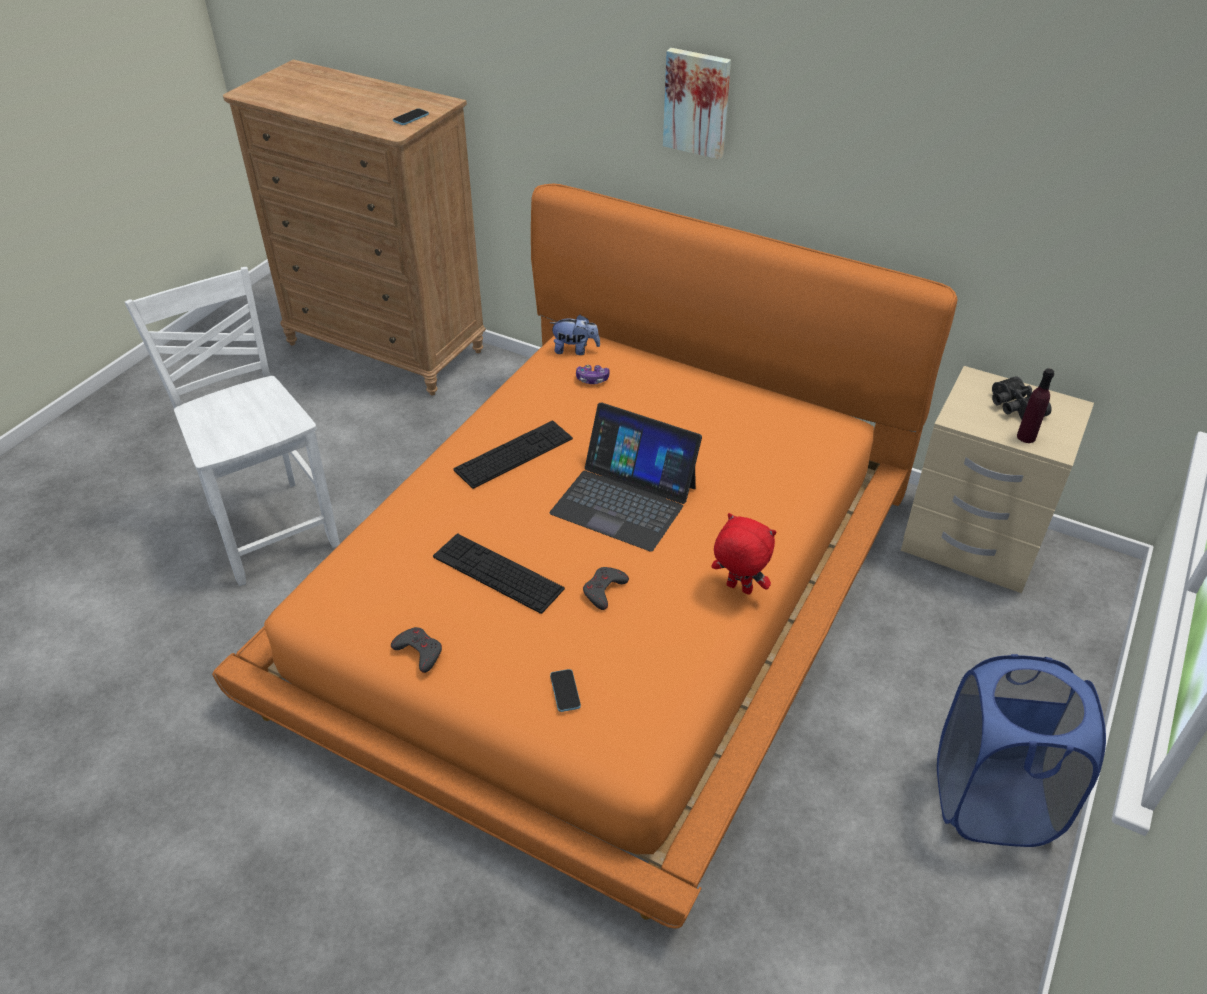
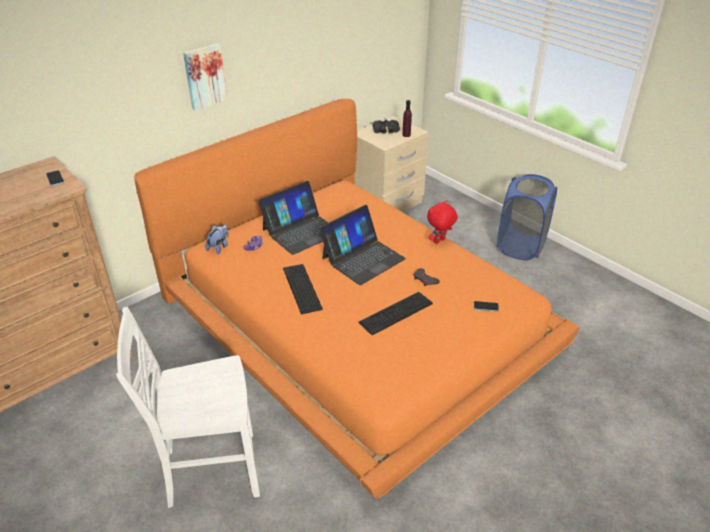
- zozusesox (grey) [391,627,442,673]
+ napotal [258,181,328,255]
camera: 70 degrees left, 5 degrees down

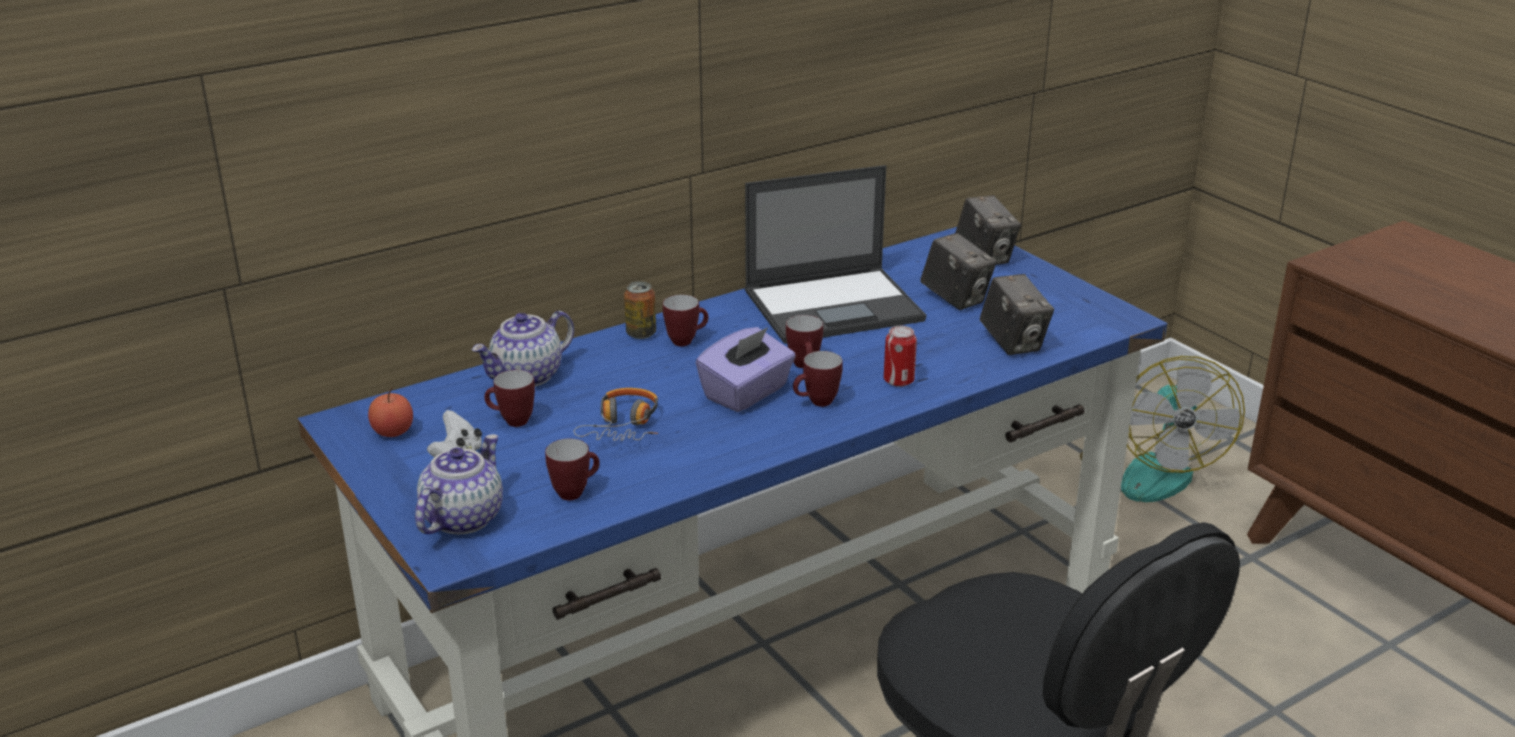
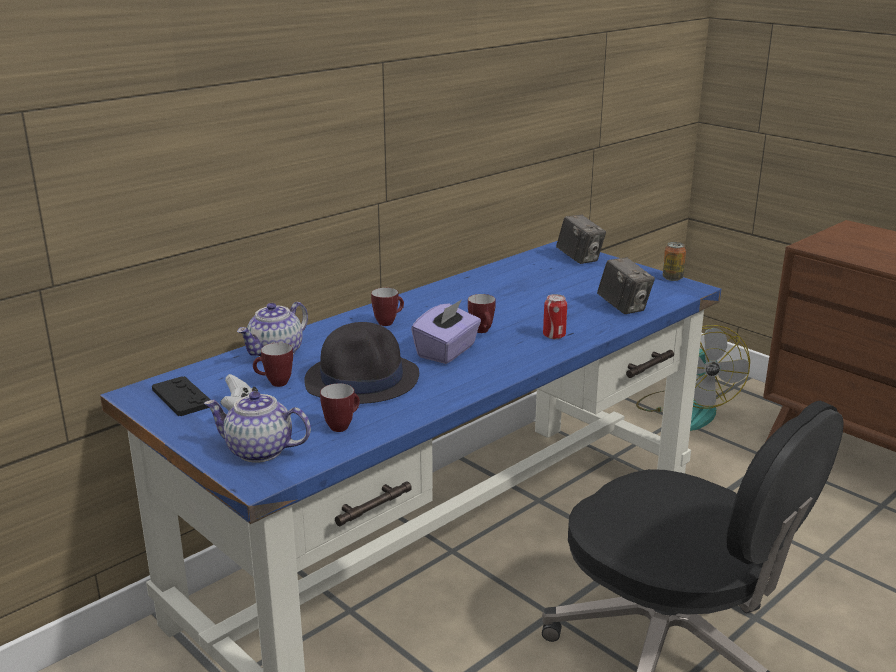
- napotal [745,165,926,344]
- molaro [793,351,843,407]
- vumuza [920,233,997,310]
~ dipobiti [624,281,656,339] to [662,242,686,281]
~ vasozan [368,388,413,437] to zozusesox (black) [152,376,211,416]
~ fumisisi [574,388,658,441] to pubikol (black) [304,322,419,404]
~ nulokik [415,434,503,534] = [204,391,311,463] 90 degrees counterclockwise
camera: 10 degrees left, 5 degrees down

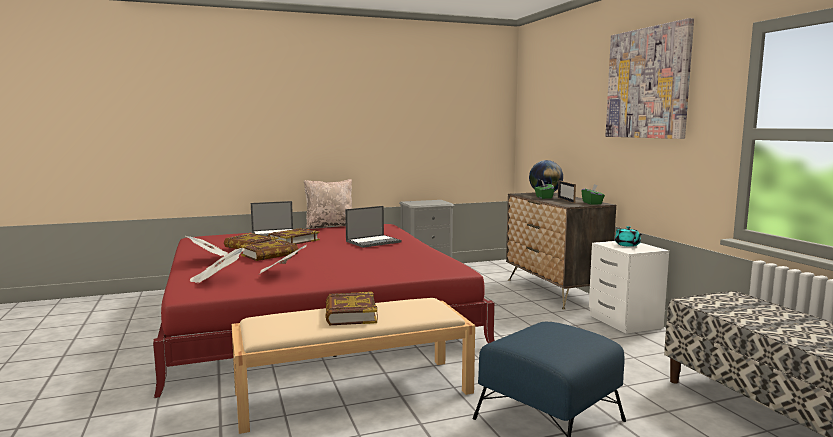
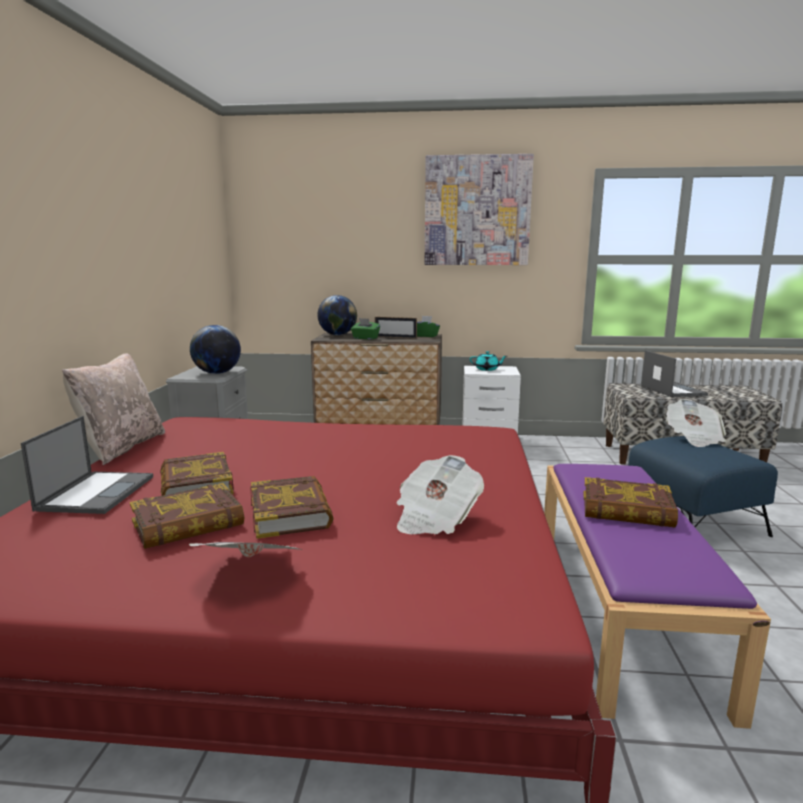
+ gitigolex [190,325,241,374]
~ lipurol [190,248,245,283] to [666,399,726,447]
~ napotal [345,206,401,248] to [641,350,708,397]
~ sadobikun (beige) [231,298,475,434] to sadobikun (purple) [544,464,771,729]
camera: 65 degrees left, 5 degrees up

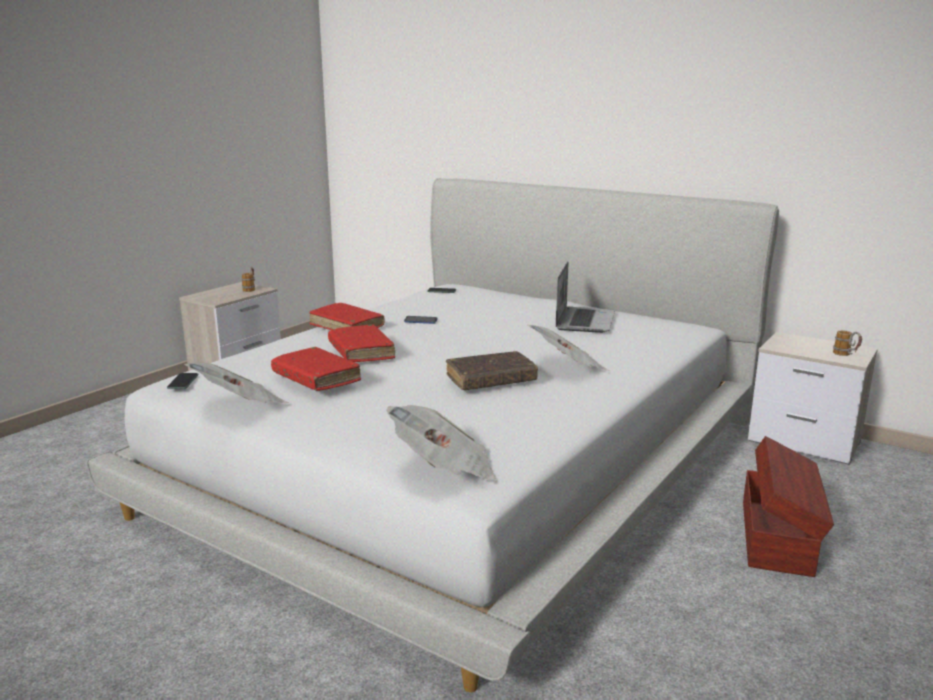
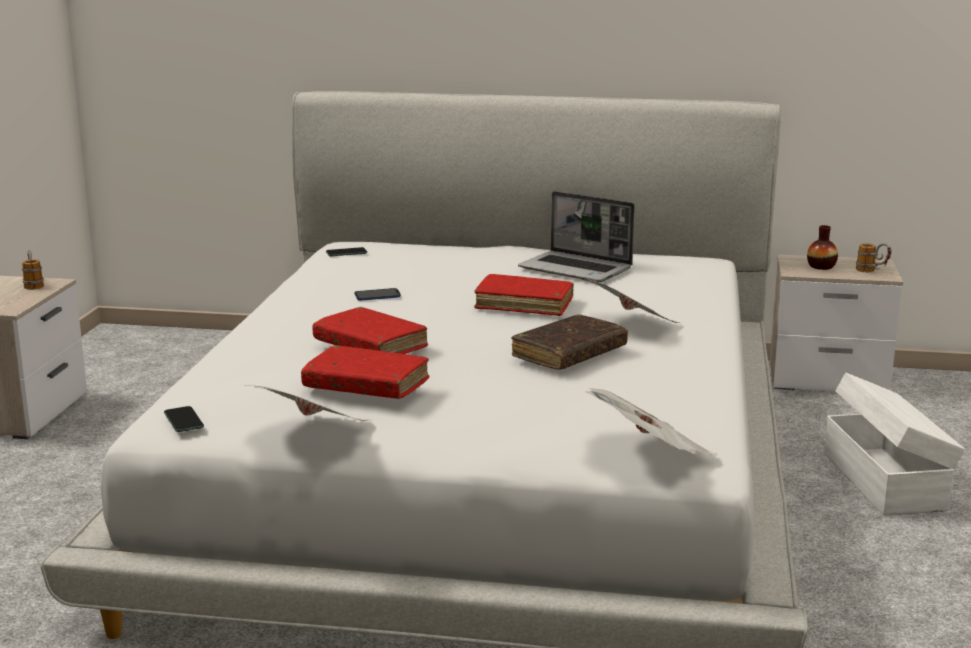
+ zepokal [807,225,838,270]
~ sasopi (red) [309,303,384,330] to [474,274,574,316]
~ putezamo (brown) [743,436,834,577] to putezamo (white) [824,373,965,516]
~ napotal [556,262,615,333] = [518,191,635,282] 135 degrees clockwise
camera: 25 degrees left, 0 degrees up

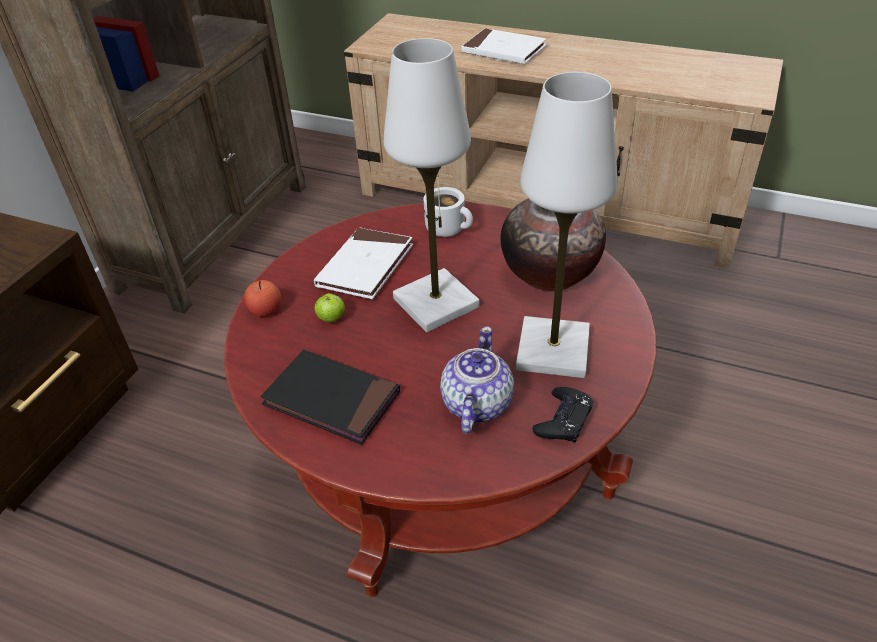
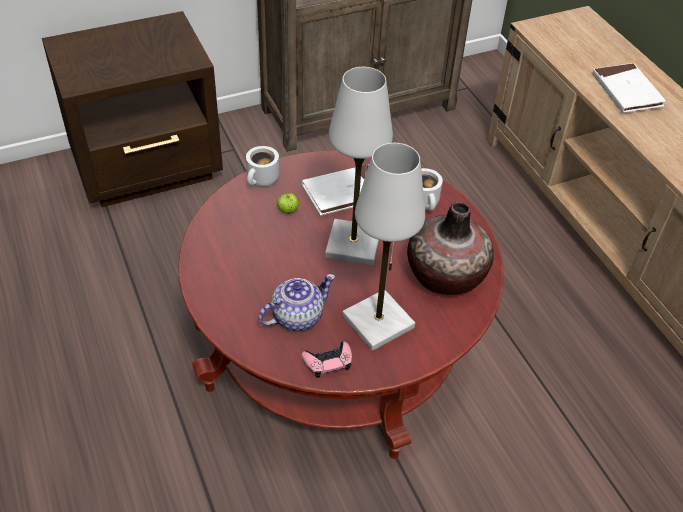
- sasopi (black) [261,350,400,445]
~ vasozan [244,280,282,317] to molaro (white) [246,146,279,187]
~ zozusesox (black) [532,387,593,443] to zozusesox (pink) [302,341,352,378]
camera: 40 degrees right, 5 degrees up

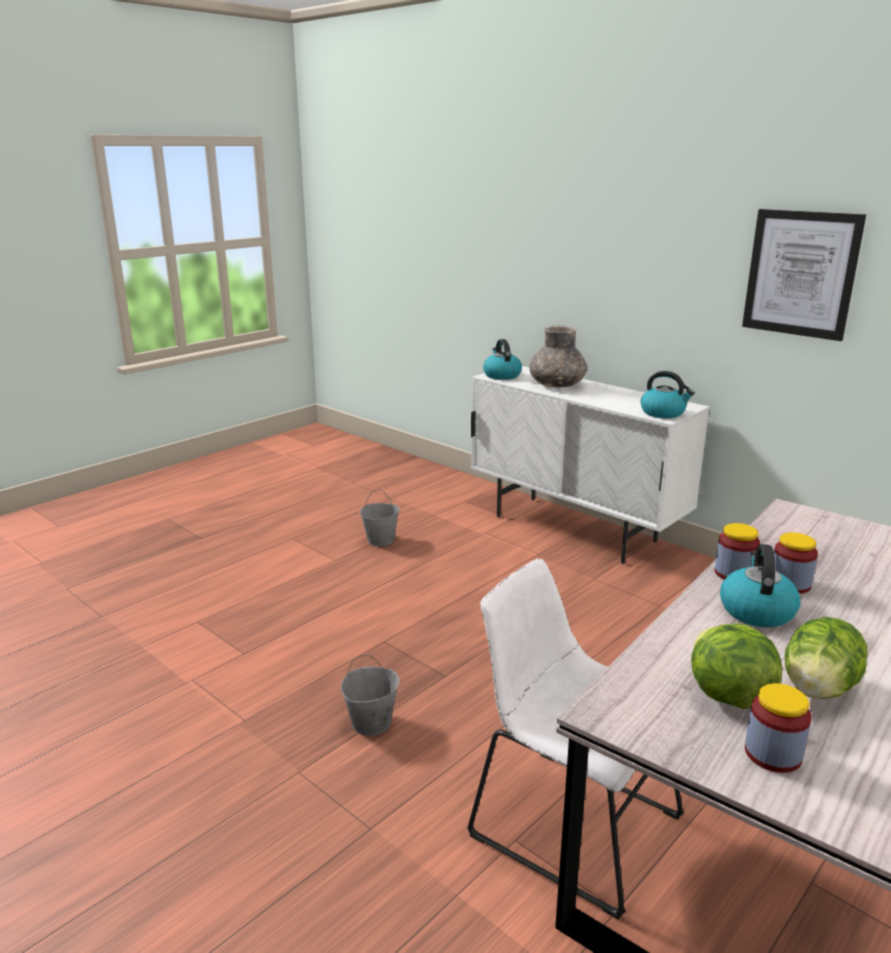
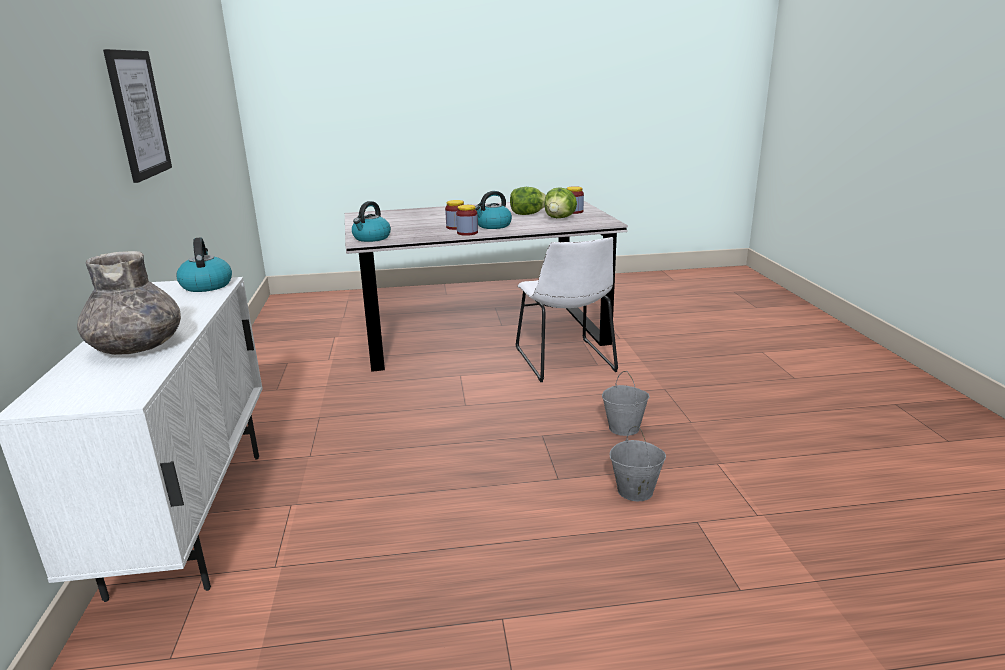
~ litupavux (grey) [360,489,400,546] to [610,426,666,501]
~ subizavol [483,339,522,380] to [352,201,391,242]
camera: 140 degrees left, 0 degrees up

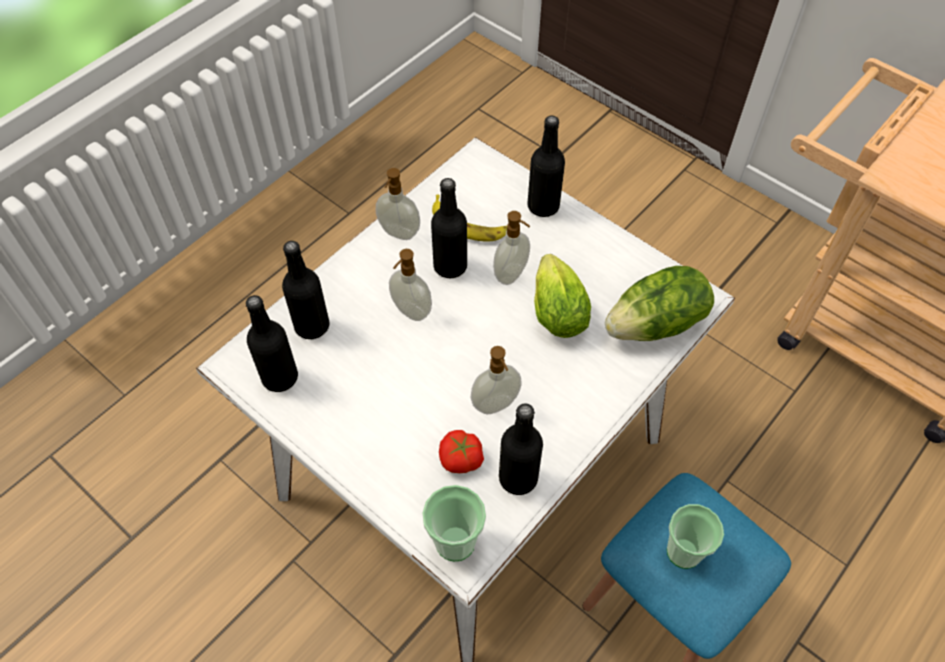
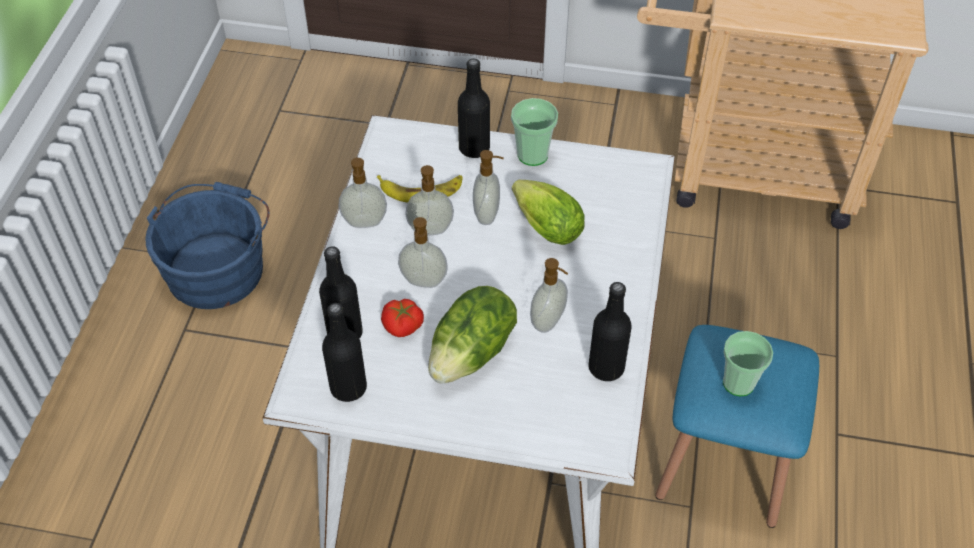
+ litupavux (blue) [145,182,270,309]
~ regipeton [422,485,486,561] to [511,98,558,166]
~ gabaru [439,430,484,473] to [381,299,424,337]
~ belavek [605,266,714,341] to [428,286,517,383]
~ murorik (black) [431,178,467,278] to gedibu [405,165,454,235]
camera: 30 degrees left, 5 degrees down

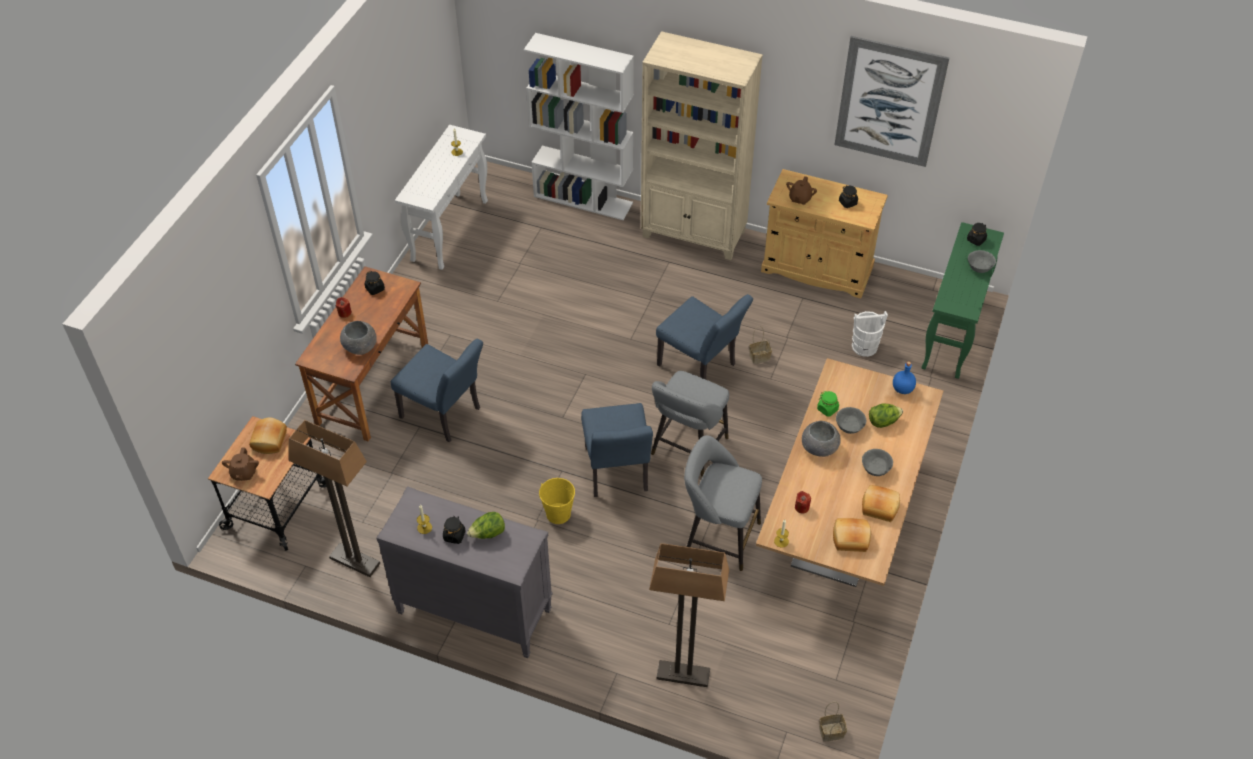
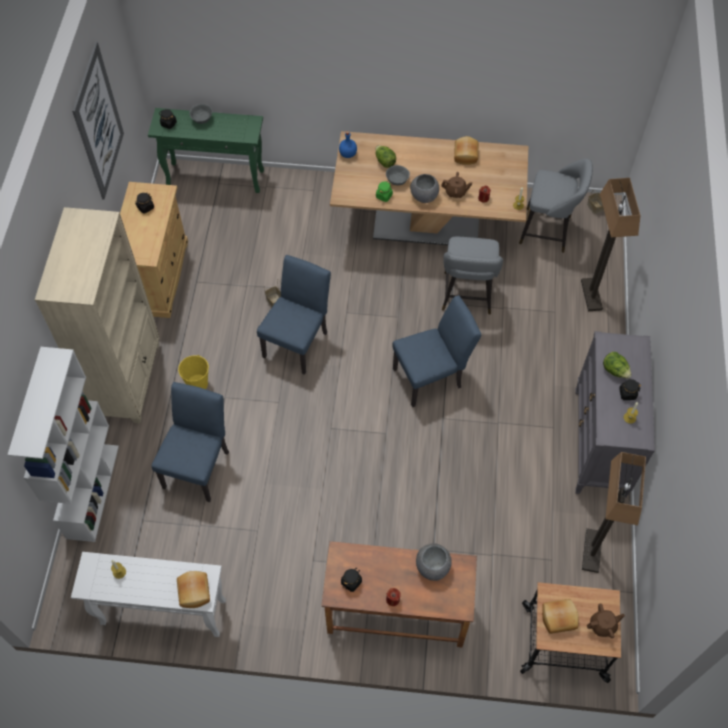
- litupavux (white) [852,311,888,357]
- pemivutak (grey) [862,449,893,476]
~ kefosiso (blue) [391,339,483,442] to [152,382,229,502]
~ litupavux (yellow) [539,478,575,524] to [178,355,209,389]
~ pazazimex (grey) [651,371,729,477] to [519,158,593,253]
~ nulokik (brown) [786,176,817,205] to [441,172,472,198]
~ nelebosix [833,518,871,552] to [177,571,210,608]
camera: 105 degrees left, 10 degrees up

